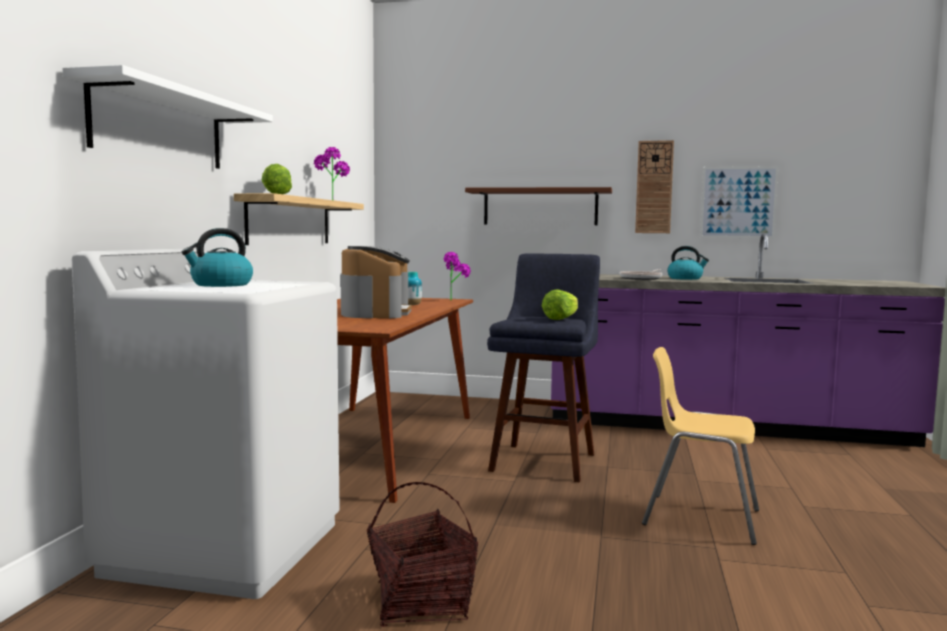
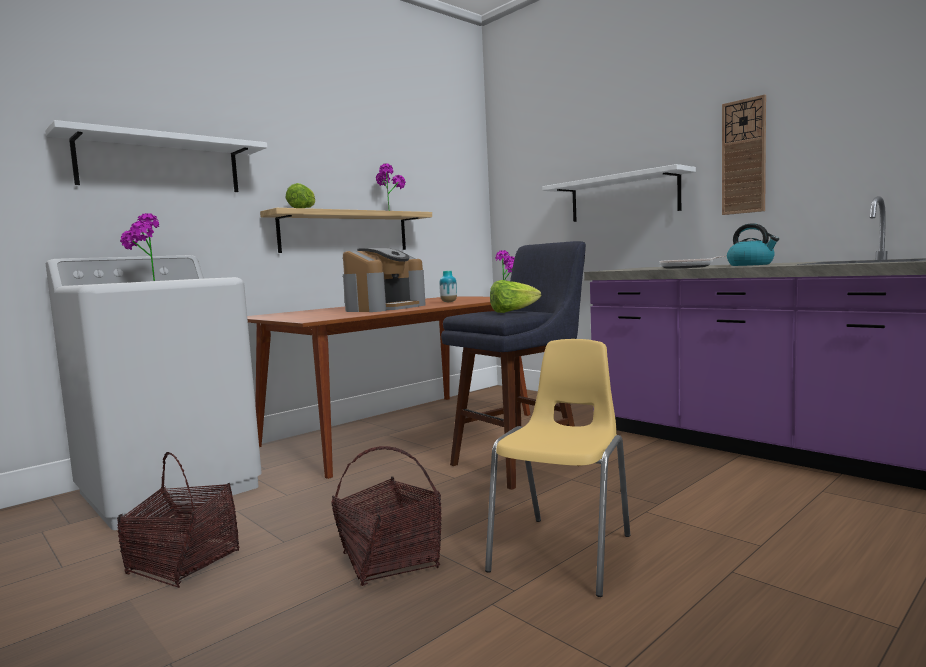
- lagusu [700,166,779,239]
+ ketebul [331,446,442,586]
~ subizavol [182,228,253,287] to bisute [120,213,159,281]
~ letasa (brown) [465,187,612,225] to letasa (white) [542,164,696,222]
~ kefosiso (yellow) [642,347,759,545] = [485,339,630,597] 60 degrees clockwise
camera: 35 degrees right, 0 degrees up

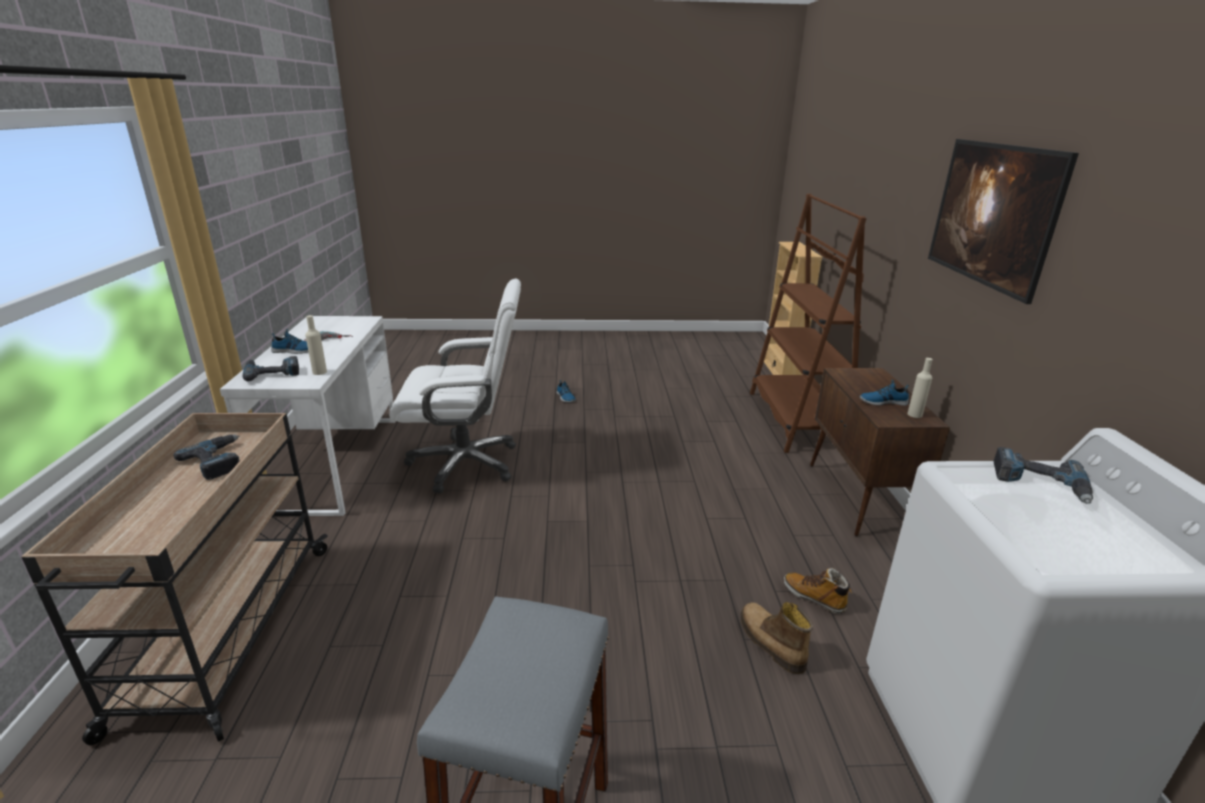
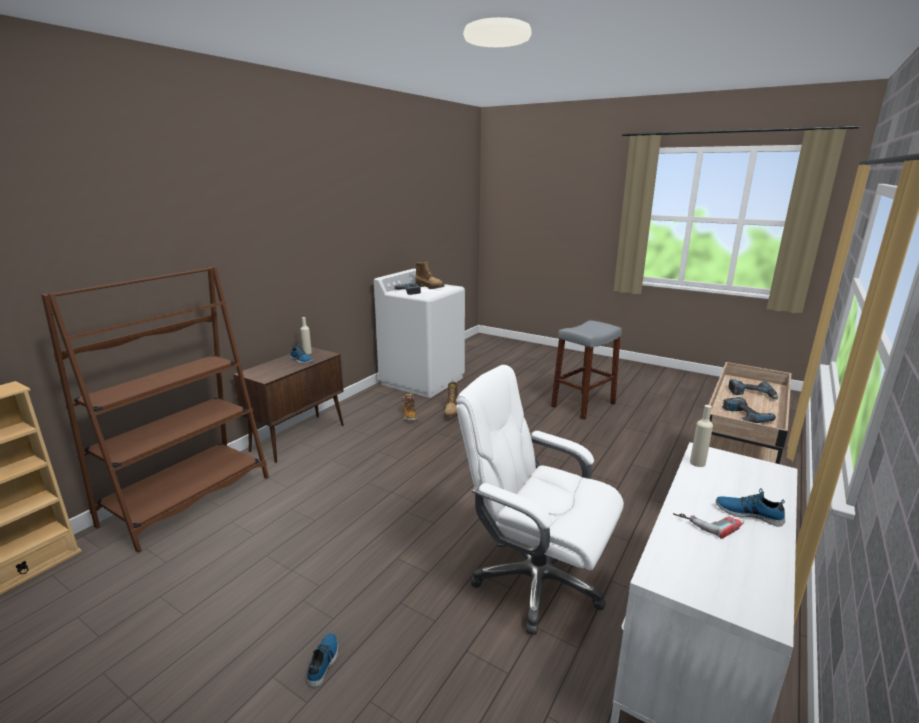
- lagusu [928,139,1079,338]
+ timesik [415,262,445,289]
~ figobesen [242,356,299,381] to [728,379,778,399]
camera: 145 degrees left, 5 degrees down

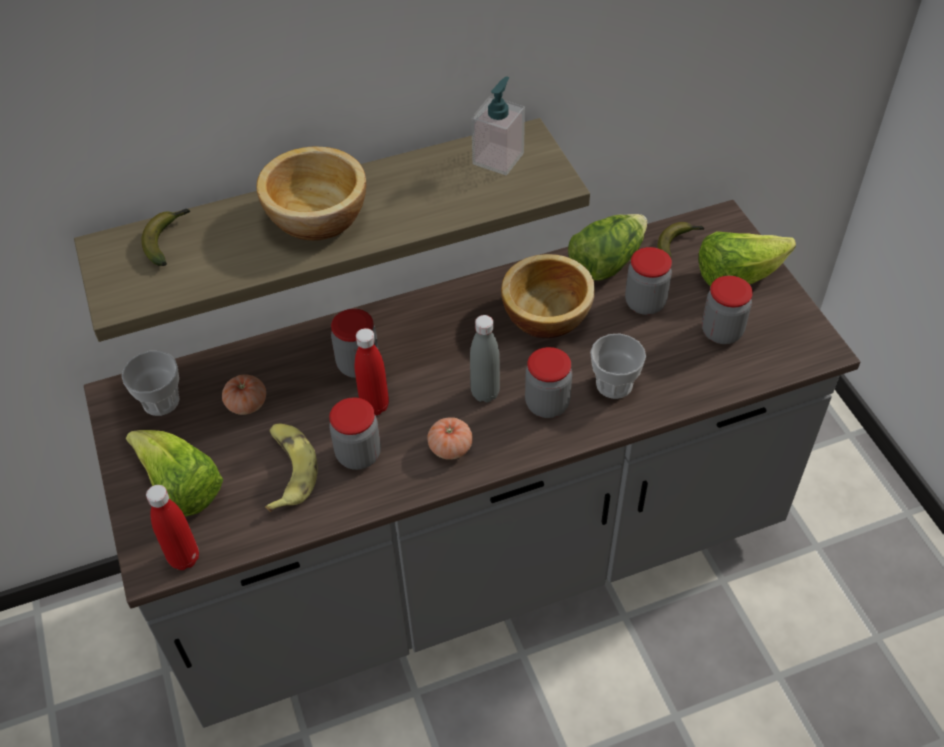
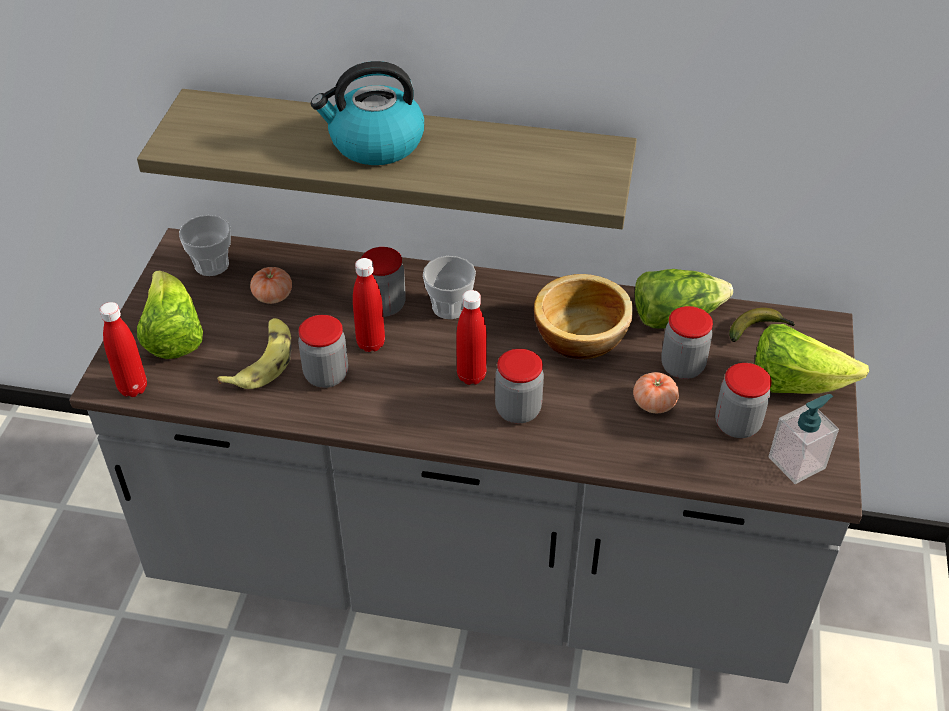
- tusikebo [141,209,190,266]
~ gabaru [427,417,473,460] to [633,372,679,413]
~ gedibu [471,76,525,176] to [769,394,839,484]
~ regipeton [590,333,646,399] to [423,256,476,319]
~ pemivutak [256,146,366,241] to subizavol [311,61,424,165]
~ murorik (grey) [470,315,500,402] to murorik (red) [456,290,487,385]
camera: 30 degrees right, 5 degrees down

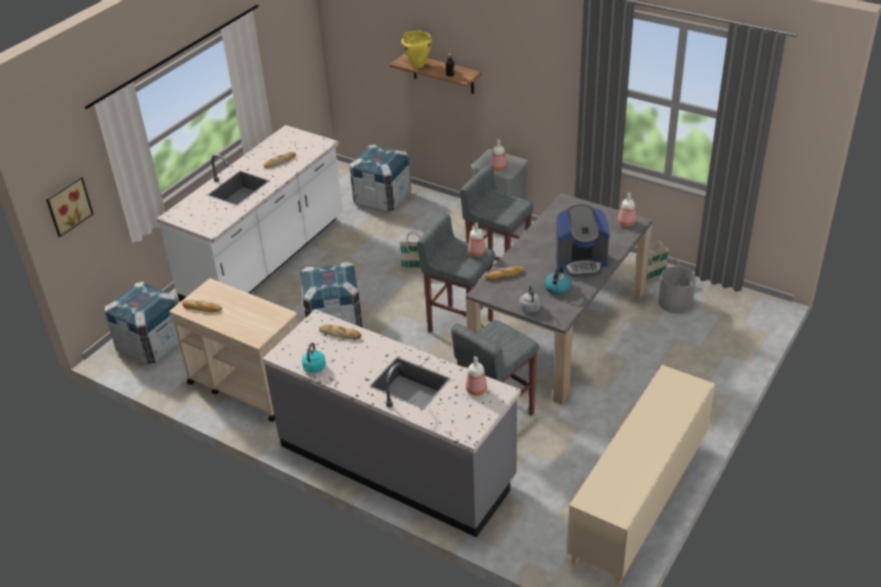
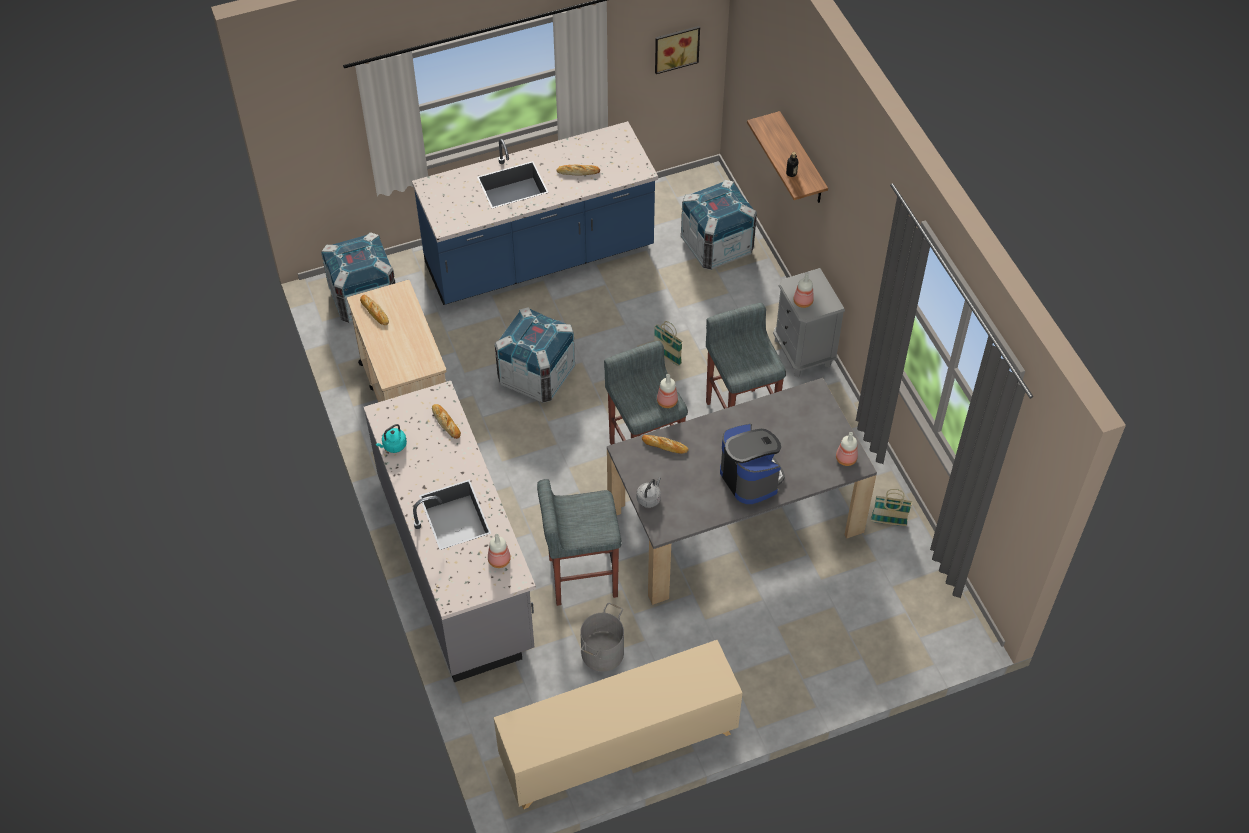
- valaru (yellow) [401,30,432,69]
- subizavol [544,265,572,295]
~ lagusu [46,176,93,237] to [655,26,700,74]
~ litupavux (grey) [658,259,696,313] to [580,603,624,672]
~ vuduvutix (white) [157,125,343,302] to vuduvutix (blue) [412,121,658,305]
~ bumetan [556,205,610,277] = [720,424,785,504] 150 degrees counterclockwise
camera: 35 degrees right, 15 degrees up

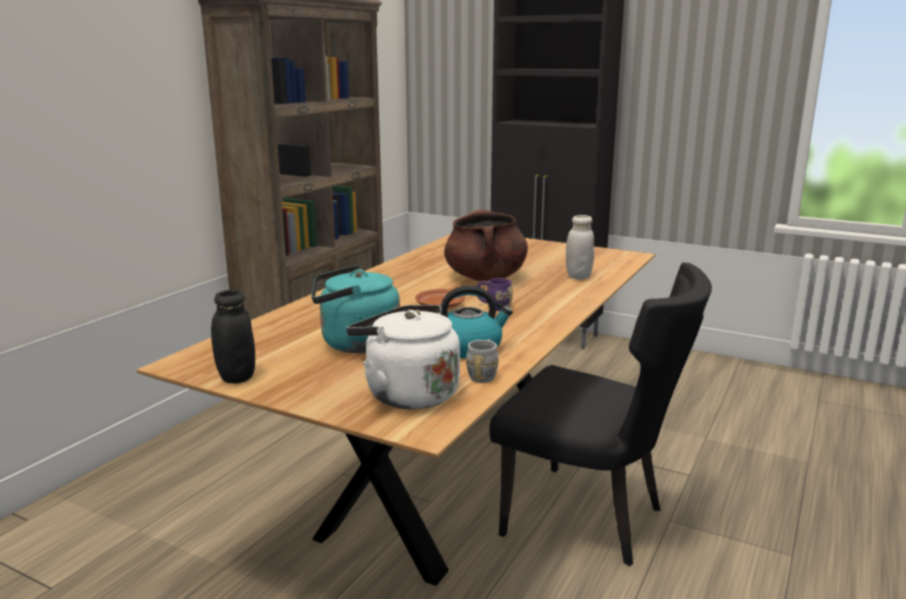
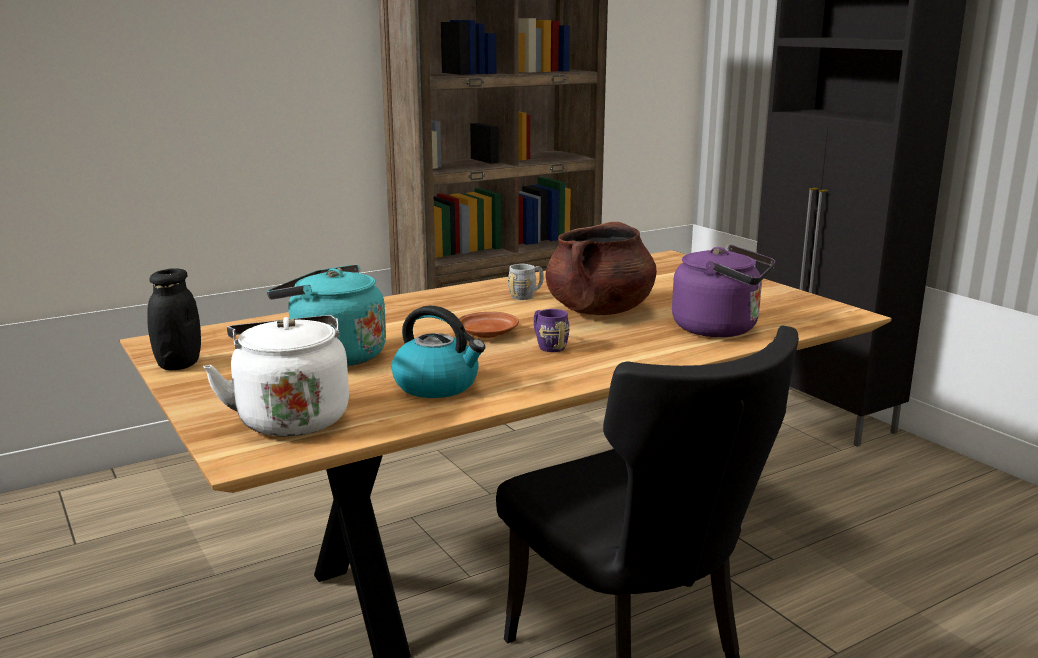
~ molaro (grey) [466,339,499,383] to [508,264,544,300]
~ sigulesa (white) [566,215,594,280] to subizavol (purple) [672,245,776,337]
camera: 30 degrees right, 0 degrees up

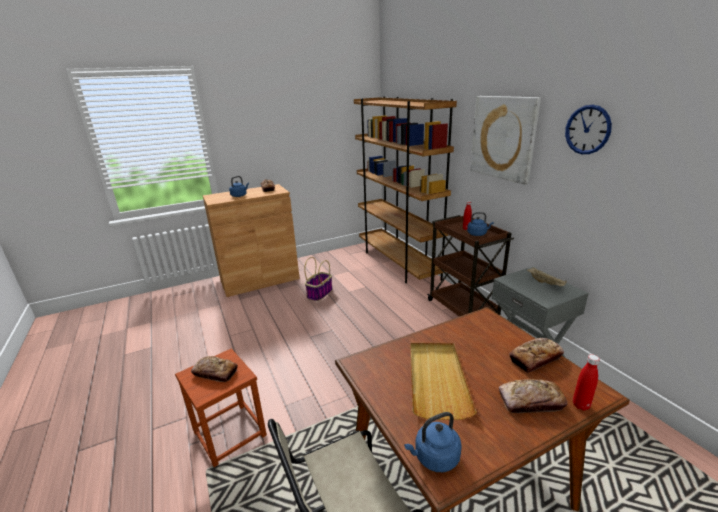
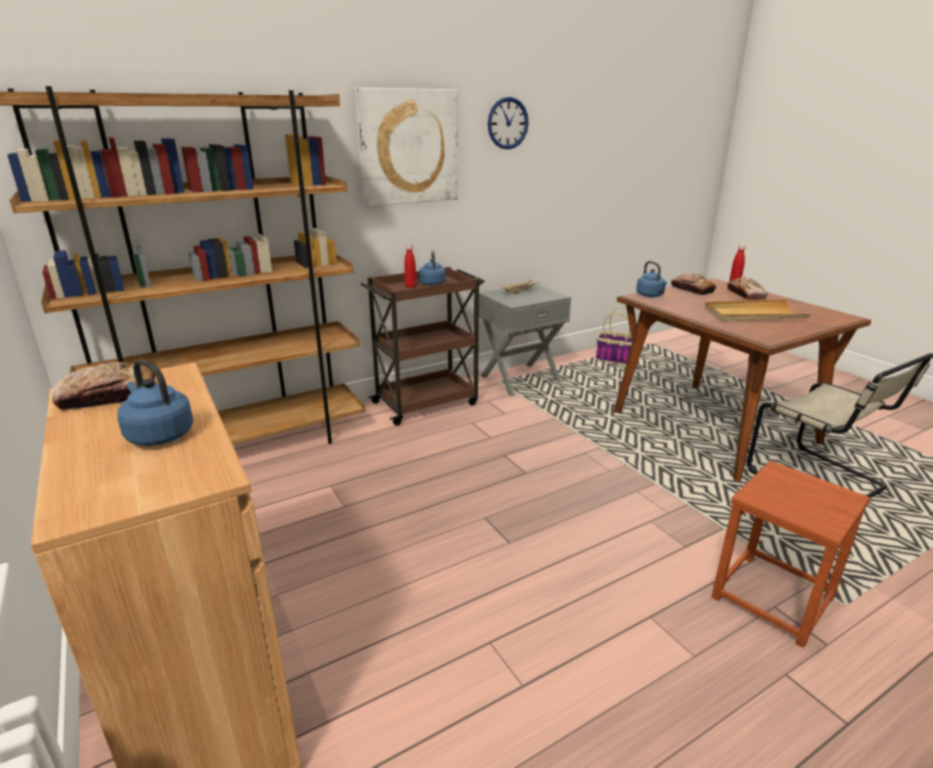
- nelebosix [191,356,238,382]
~ ketebul [304,257,333,301] to [596,307,636,364]
~ subizavol (blue) [404,412,462,472] to [636,261,667,297]
camera: 95 degrees left, 0 degrees up

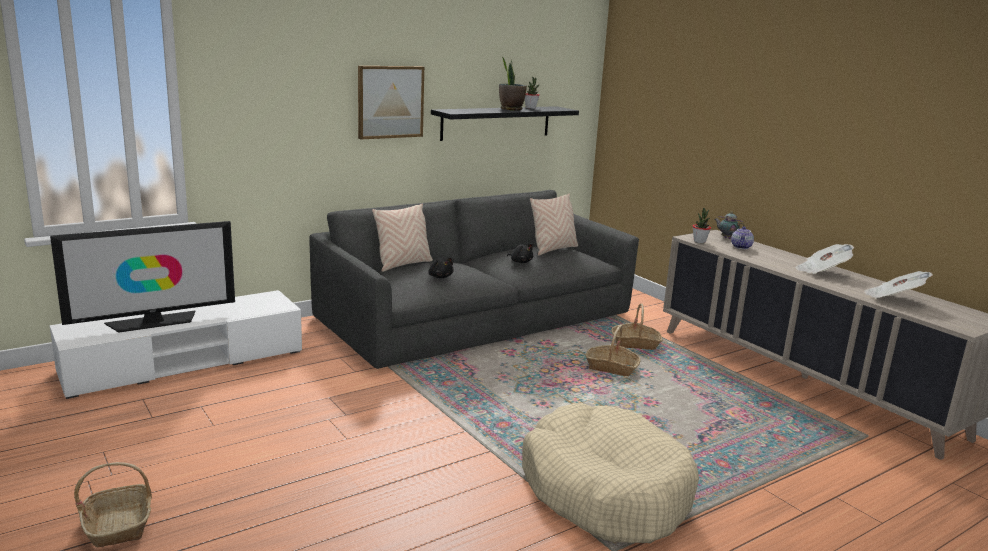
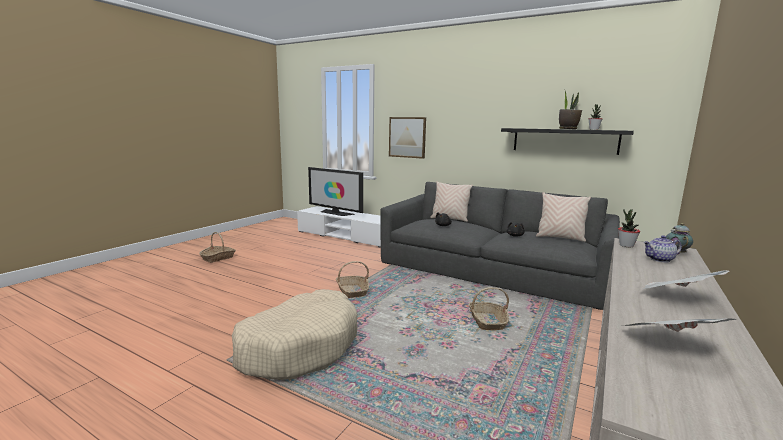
~ lagusu [358,66,424,140] to [389,117,426,159]
~ ketebul [611,303,662,350] to [336,261,369,298]
camera: 65 degrees right, 5 degrees down

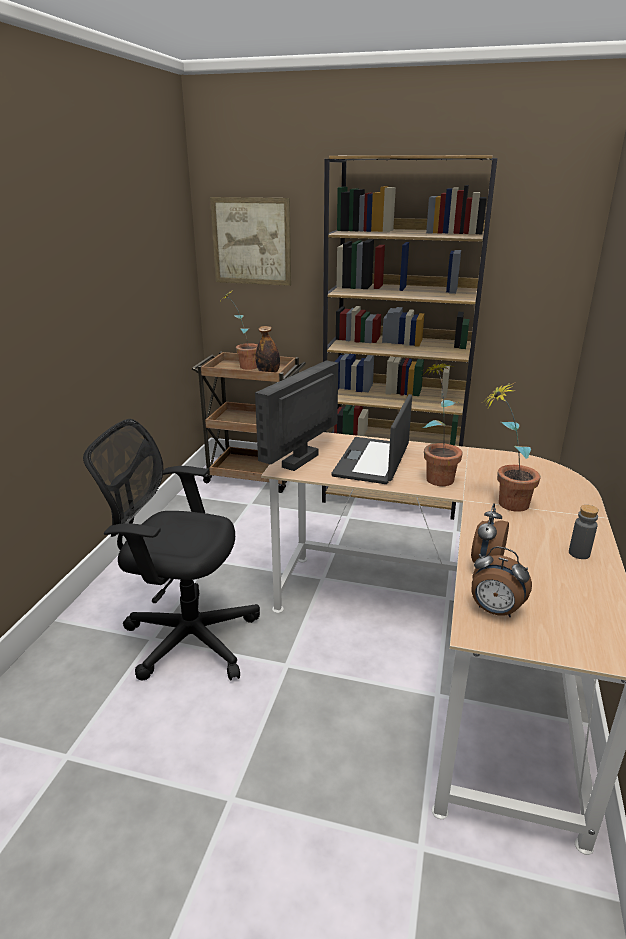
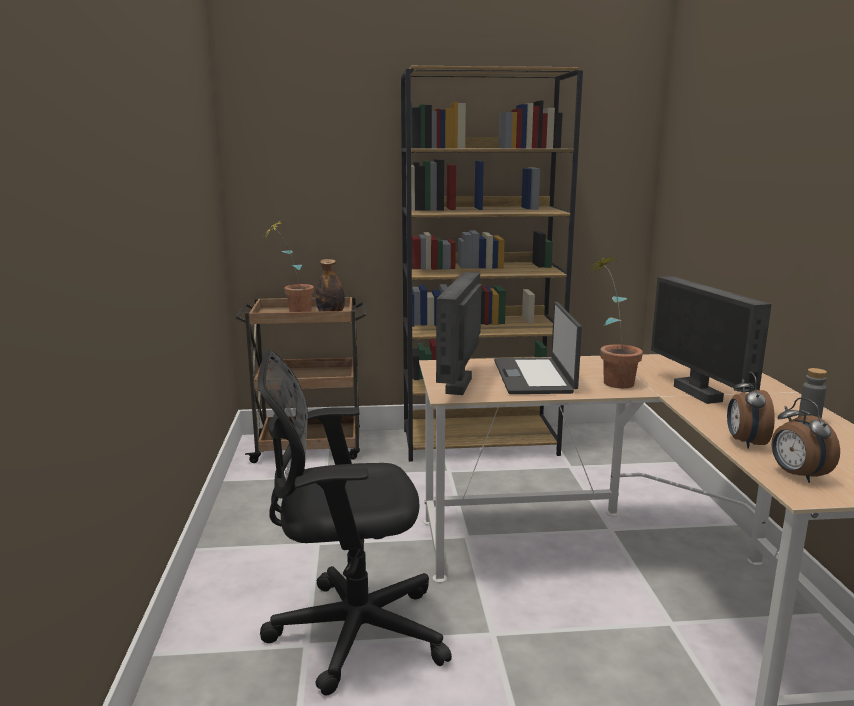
- lagusu [210,197,291,286]
~ bisute [483,382,540,512] to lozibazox [651,276,772,404]
~ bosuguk [472,546,532,617] = [772,398,840,483] 60 degrees clockwise
camera: 20 degrees left, 10 degrees down

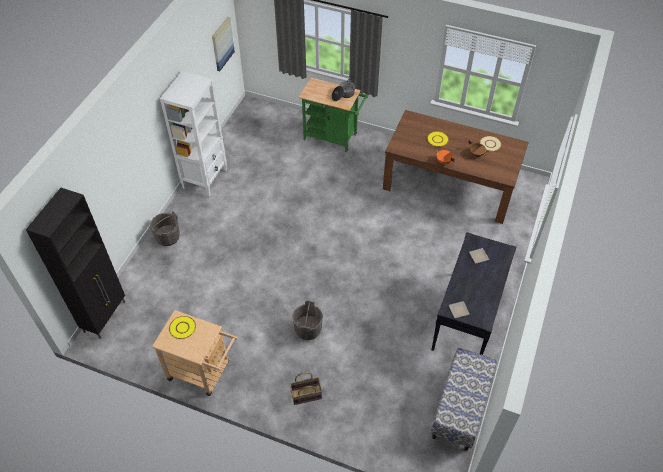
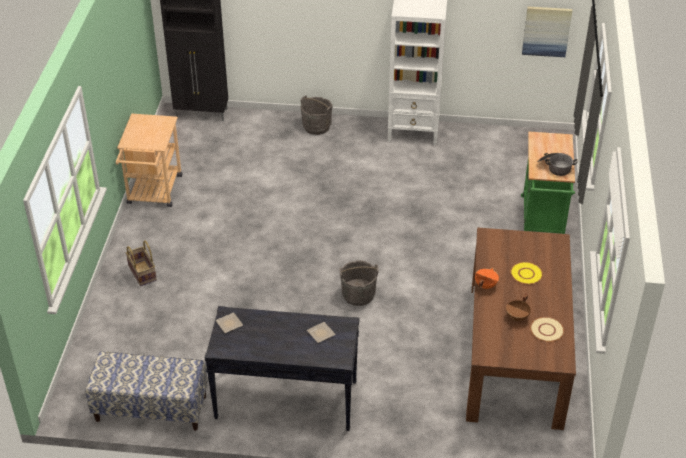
- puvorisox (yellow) [169,316,196,339]
~ litupavux (grey) [292,300,323,340] to [339,260,379,306]
camera: 75 degrees right, 10 degrees down

